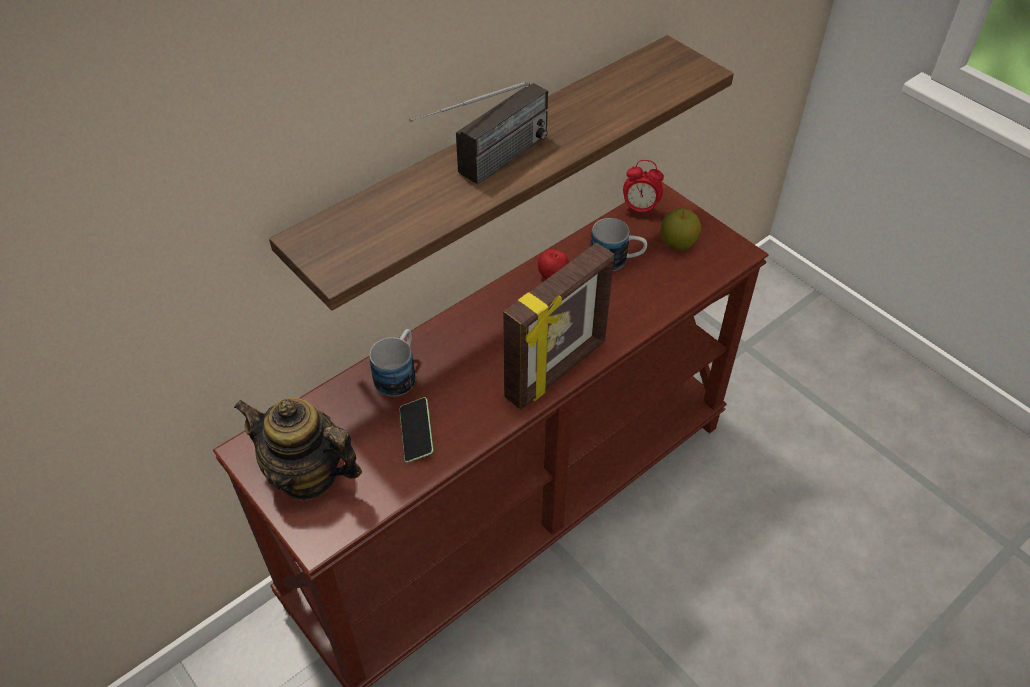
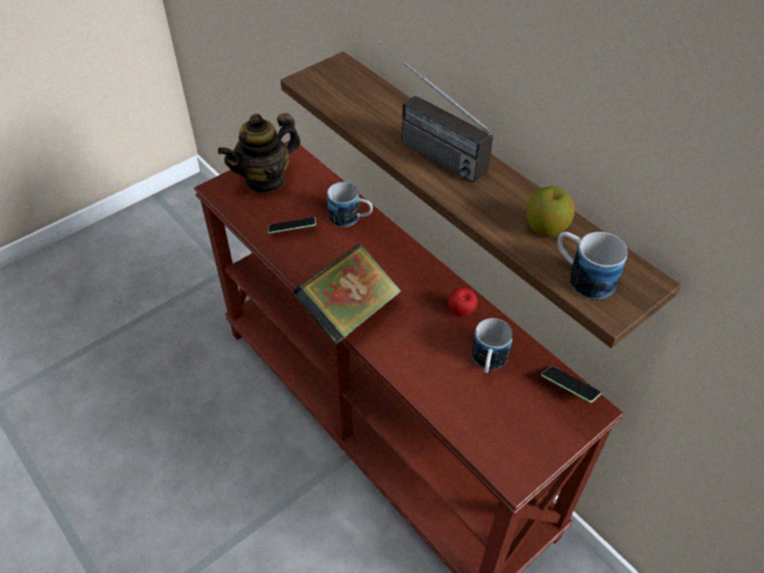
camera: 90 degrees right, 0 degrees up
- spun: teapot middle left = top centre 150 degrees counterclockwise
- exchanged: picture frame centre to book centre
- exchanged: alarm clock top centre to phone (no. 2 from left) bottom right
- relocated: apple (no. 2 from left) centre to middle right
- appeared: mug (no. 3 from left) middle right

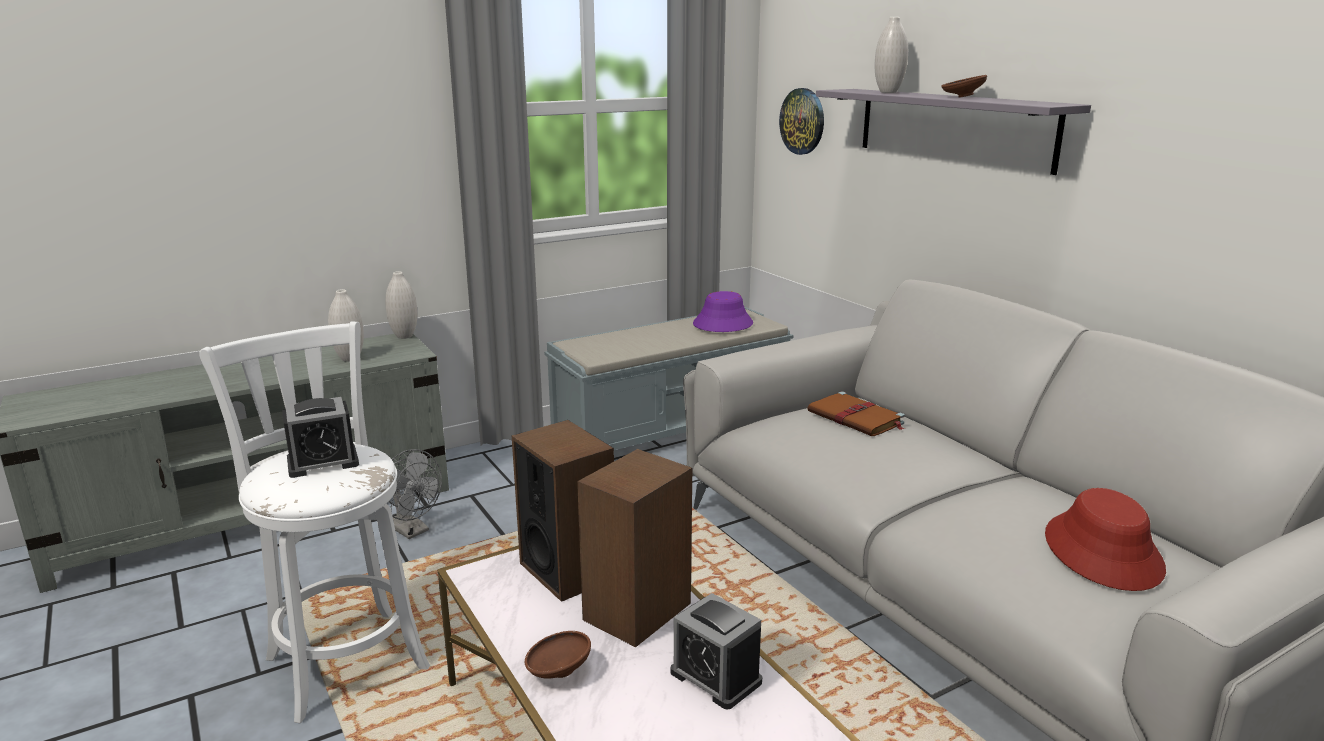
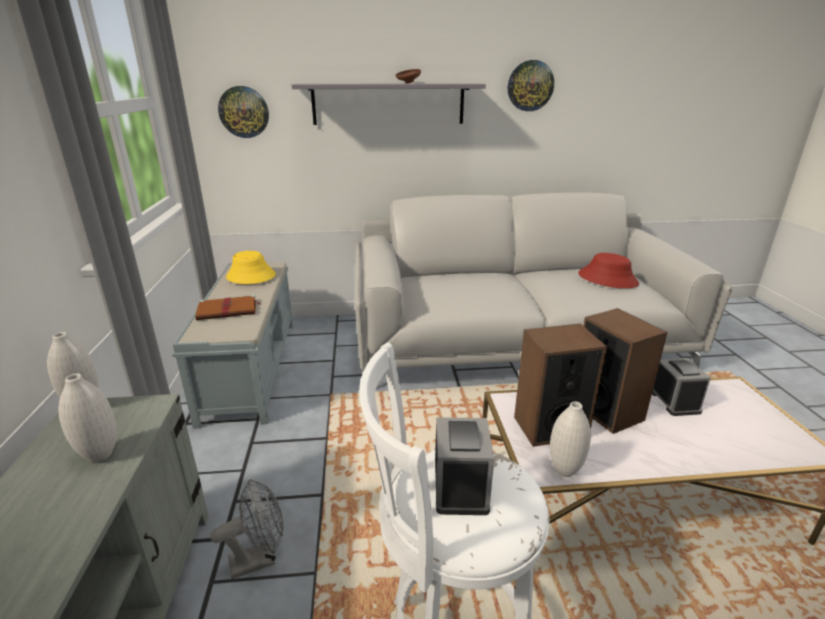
camera: 65 degrees left, 5 degrees up
- missing: brown bowl (no. 1 from left) bottom centre
- spun: alarm clock (no. 2 from left) bottom centre = middle right 75 degrees counterclockwise
- colour: purple hat centre to yellow hat middle left
- relocated: brown book centre to middle left
- relocated: white vase (no. 3 from left) top right to bottom right
- appeared: wall clock (no. 2 from left) top centre

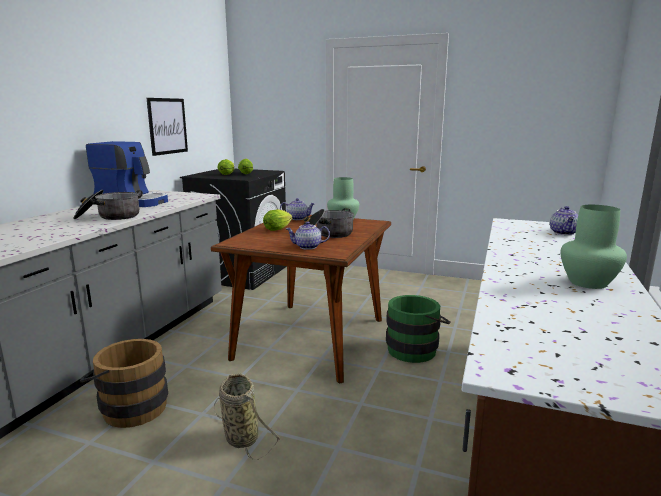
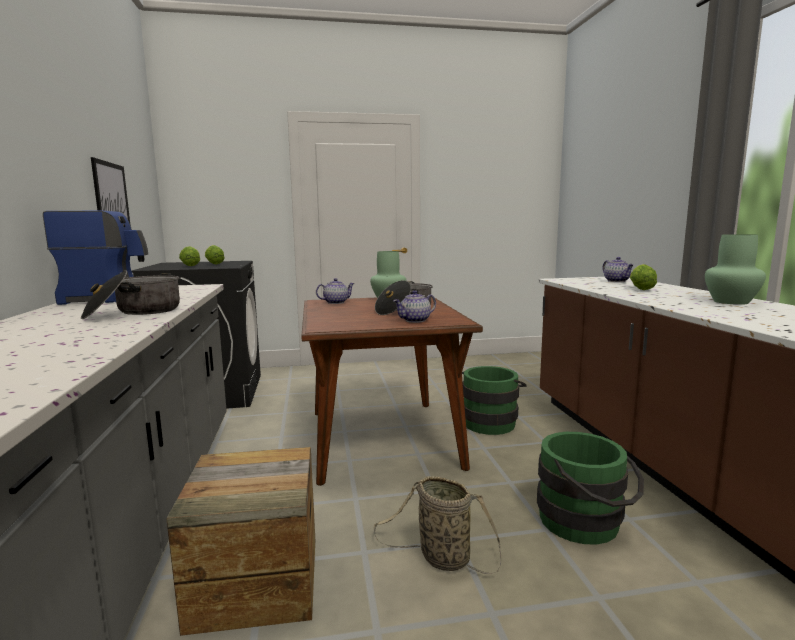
camera: 30 degrees left, 5 degrees down
- exchanged: brown bucket bottom left to crate bottom left
- relocated: lettuce (no. 3 from left) centre to middle right
- appeared: green bucket (no. 2 from left) bottom right

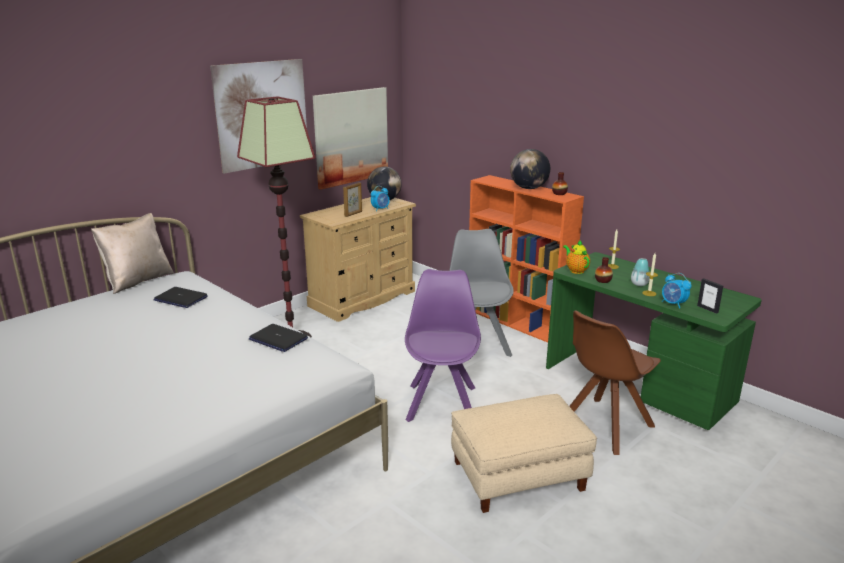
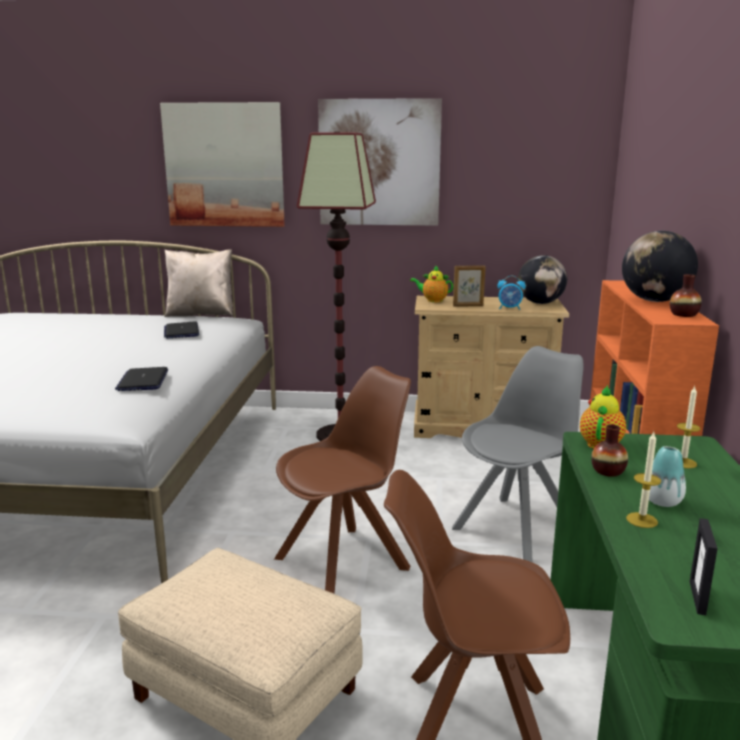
camera: 50 degrees right, 5 degrees down
- relocated: picture (no. 2 from left in the first image) top centre to picture (no. 1 from left) top left
- colour: purple chair centre to brown chair (no. 1 from left) centre
- missing: alarm clock (no. 2 from left) middle right
- appeared: teapot (no. 1 from left) centre

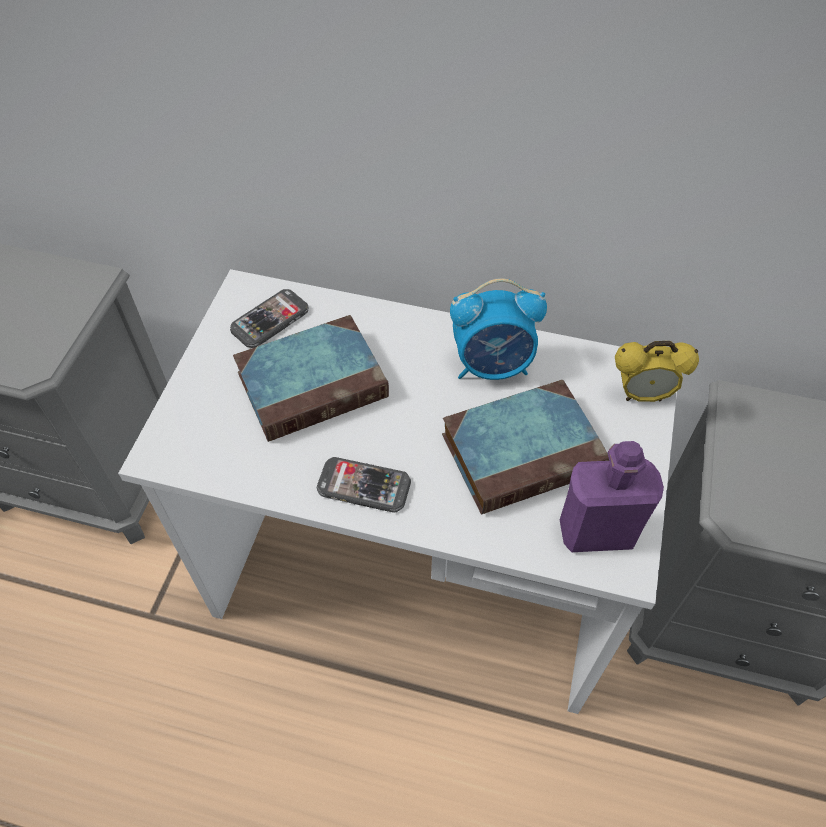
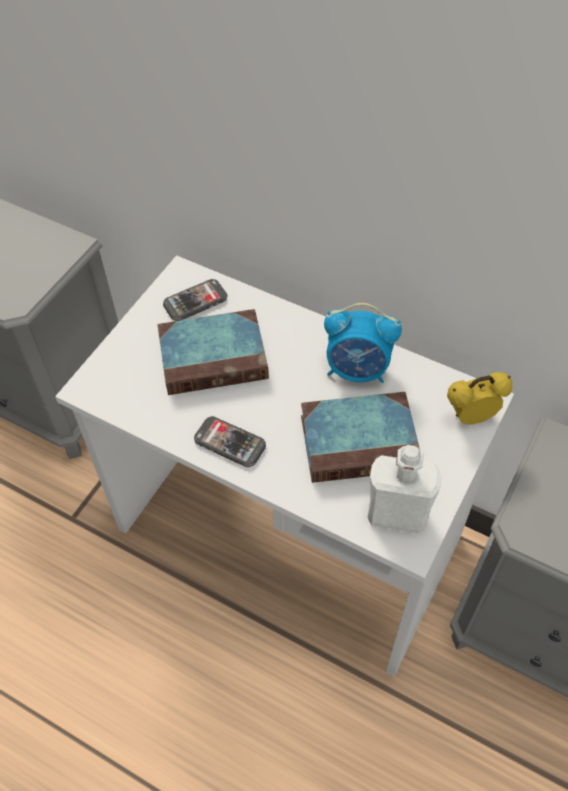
camera: 15 degrees right, 0 degrees up
- colour: purple bottle middle right to white bottle middle right
- spun: alarm clock (no. 2 from left) middle right = middle right 150 degrees clockwise

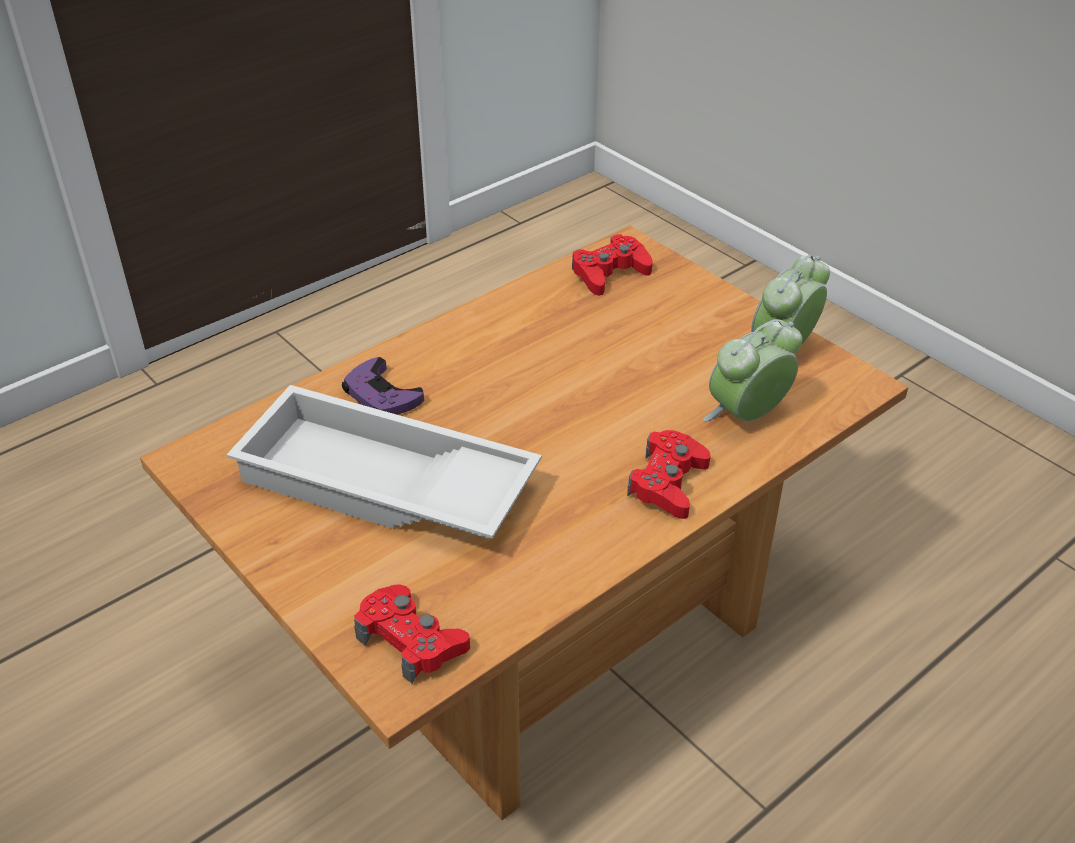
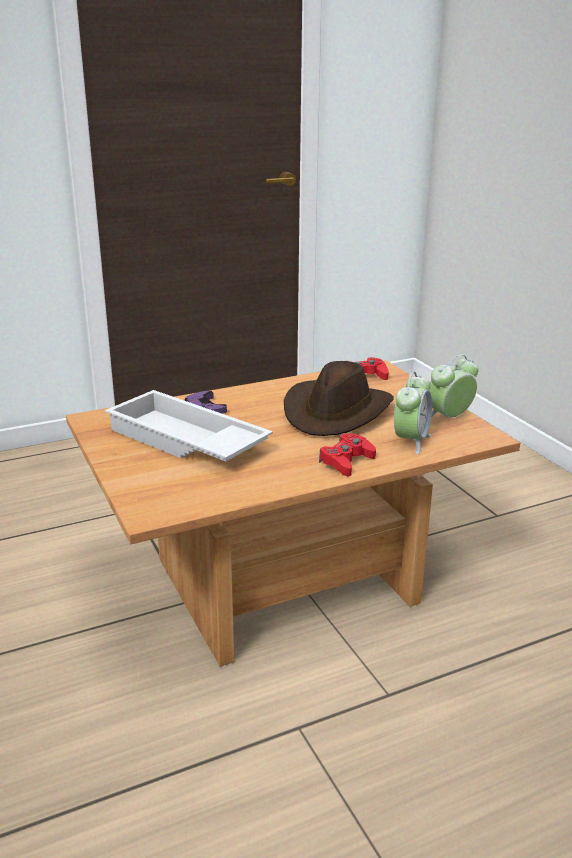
camera: 15 degrees right, 15 degrees down
- missing: red game controller (no. 1 from left) bottom centre
- spun: alarm clock (no. 1 from left) middle right = middle right 135 degrees clockwise
- appeared: brown hat centre

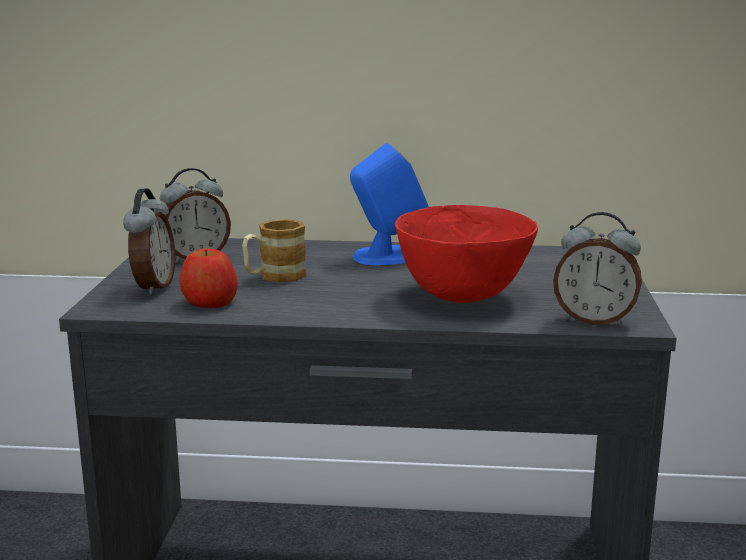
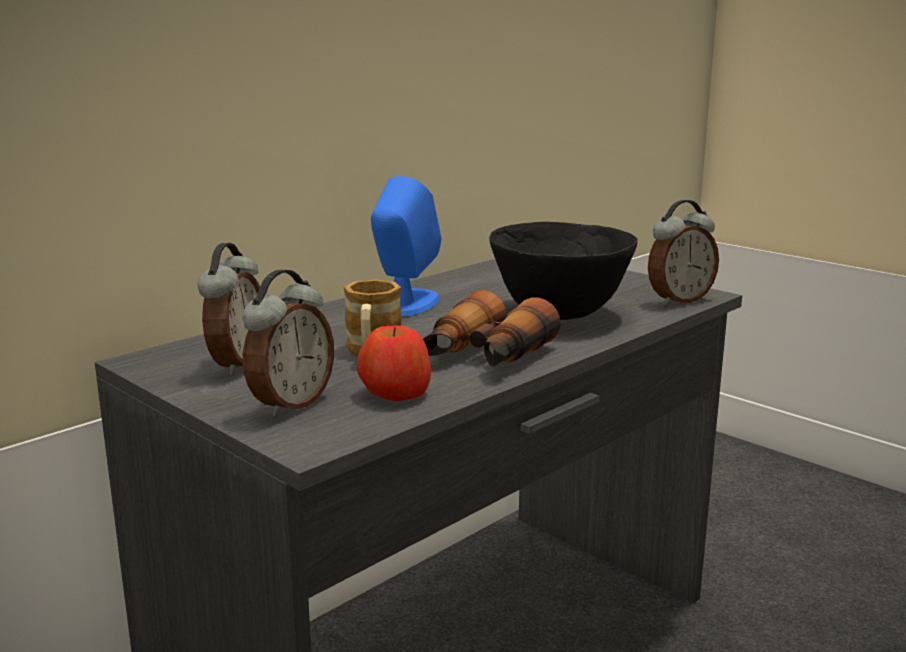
camera: 50 degrees left, 0 degrees up
- spun: alarm clock (no. 1 from left in the first image) middle left = middle left 75 degrees clockwise
- colour: red bowl centre to black bowl centre
- appeared: binoculars centre

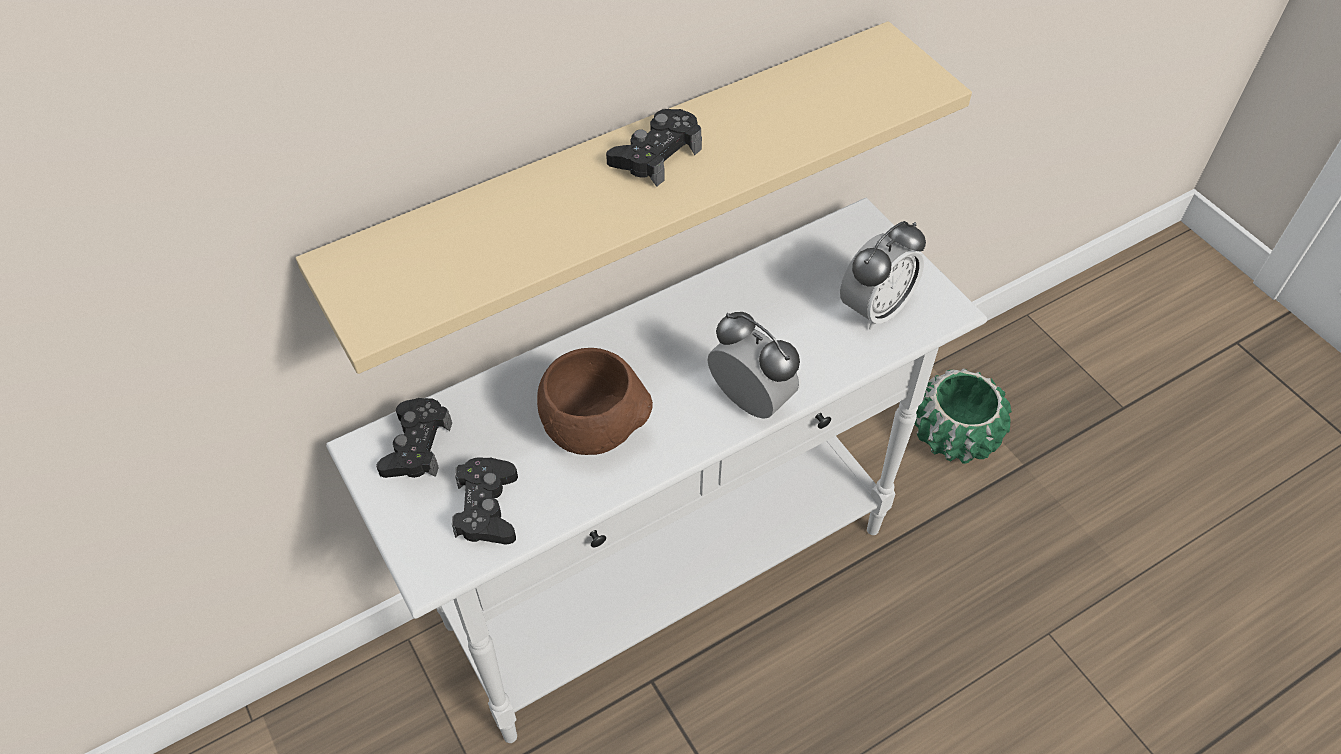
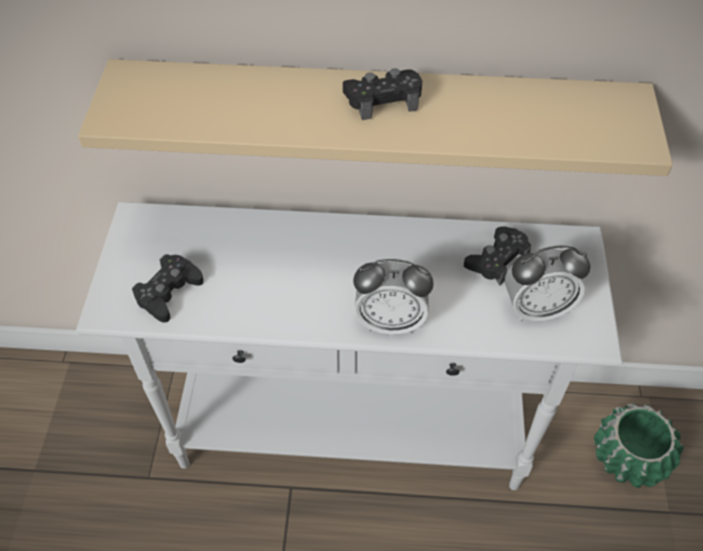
camera: 35 degrees right, 0 degrees up
- relocated: black game controller (no. 1 from left in the first image) middle left to black game controller (no. 3 from left) middle right
- missing: brown bowl centre
- spun: alarm clock (no. 1 from left) centre = centre 105 degrees clockwise

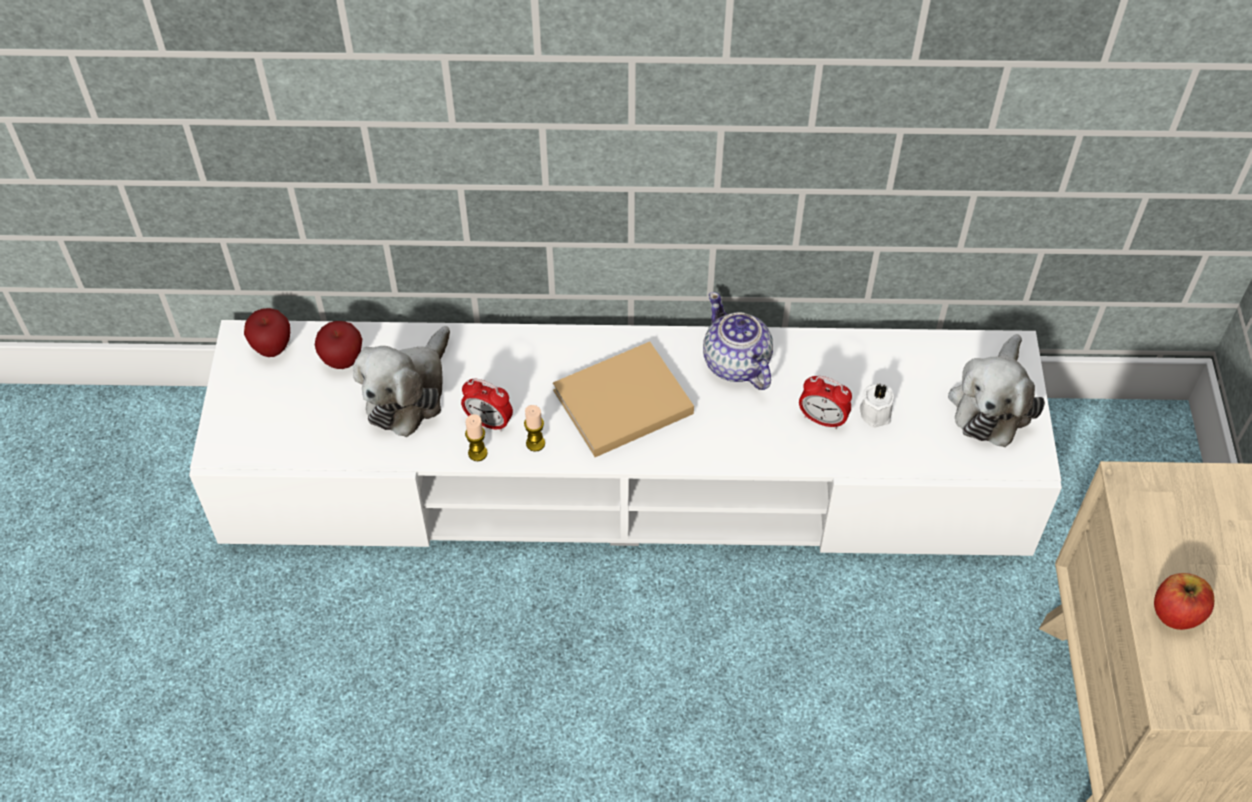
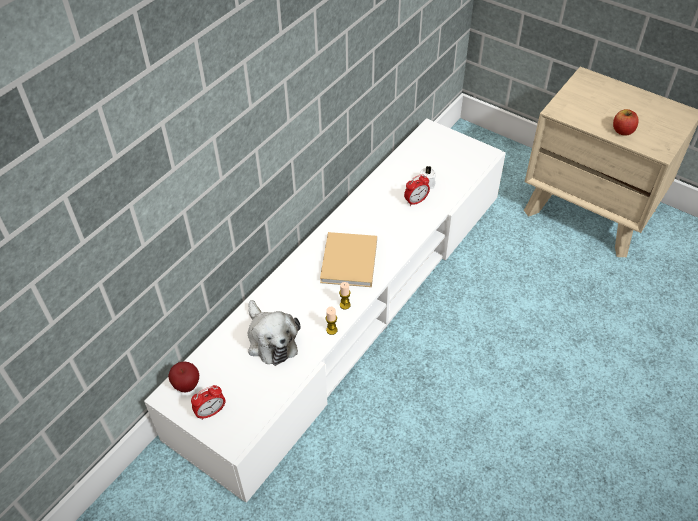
camera: 55 degrees left, 5 degrees down
- missing: apple (no. 2 from left) middle left
- relocated: alarm clock (no. 1 from left) centre to bottom left
- missing: teapot centre
- missing: plush toy (no. 2 from left) middle right

